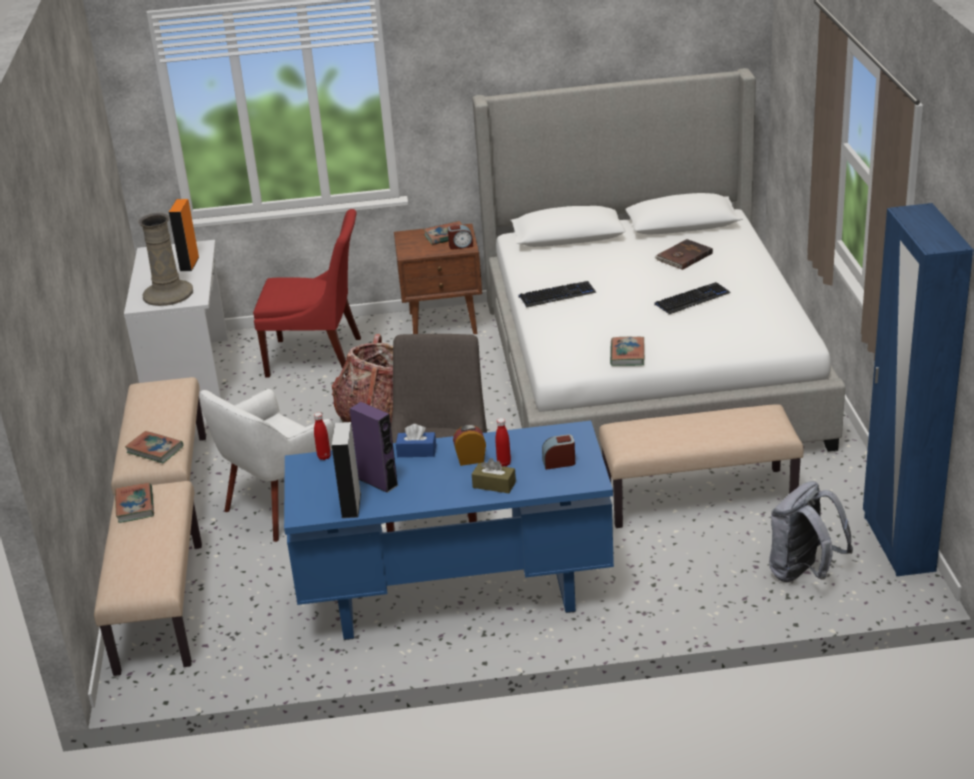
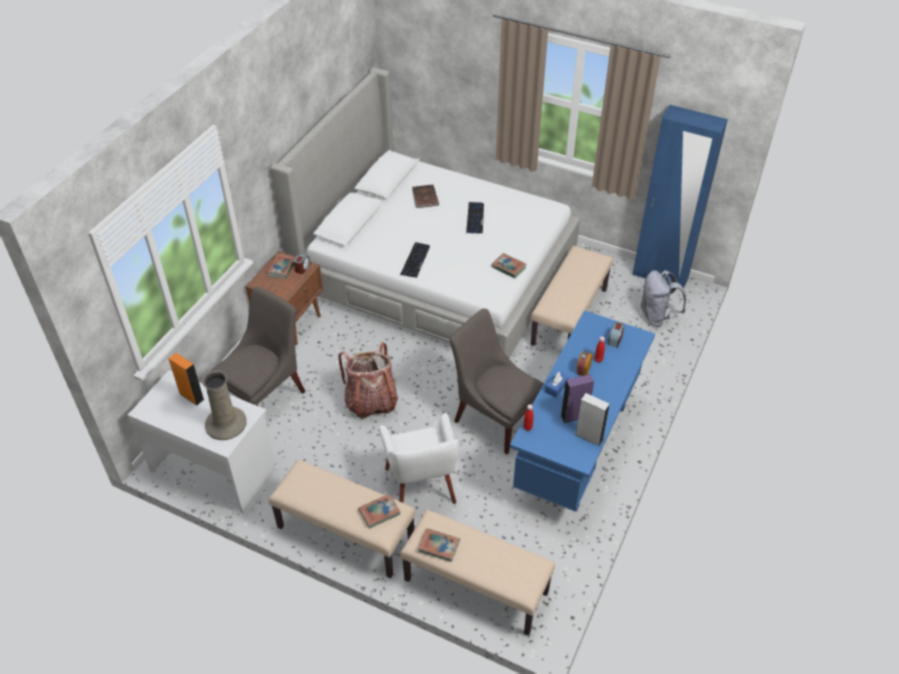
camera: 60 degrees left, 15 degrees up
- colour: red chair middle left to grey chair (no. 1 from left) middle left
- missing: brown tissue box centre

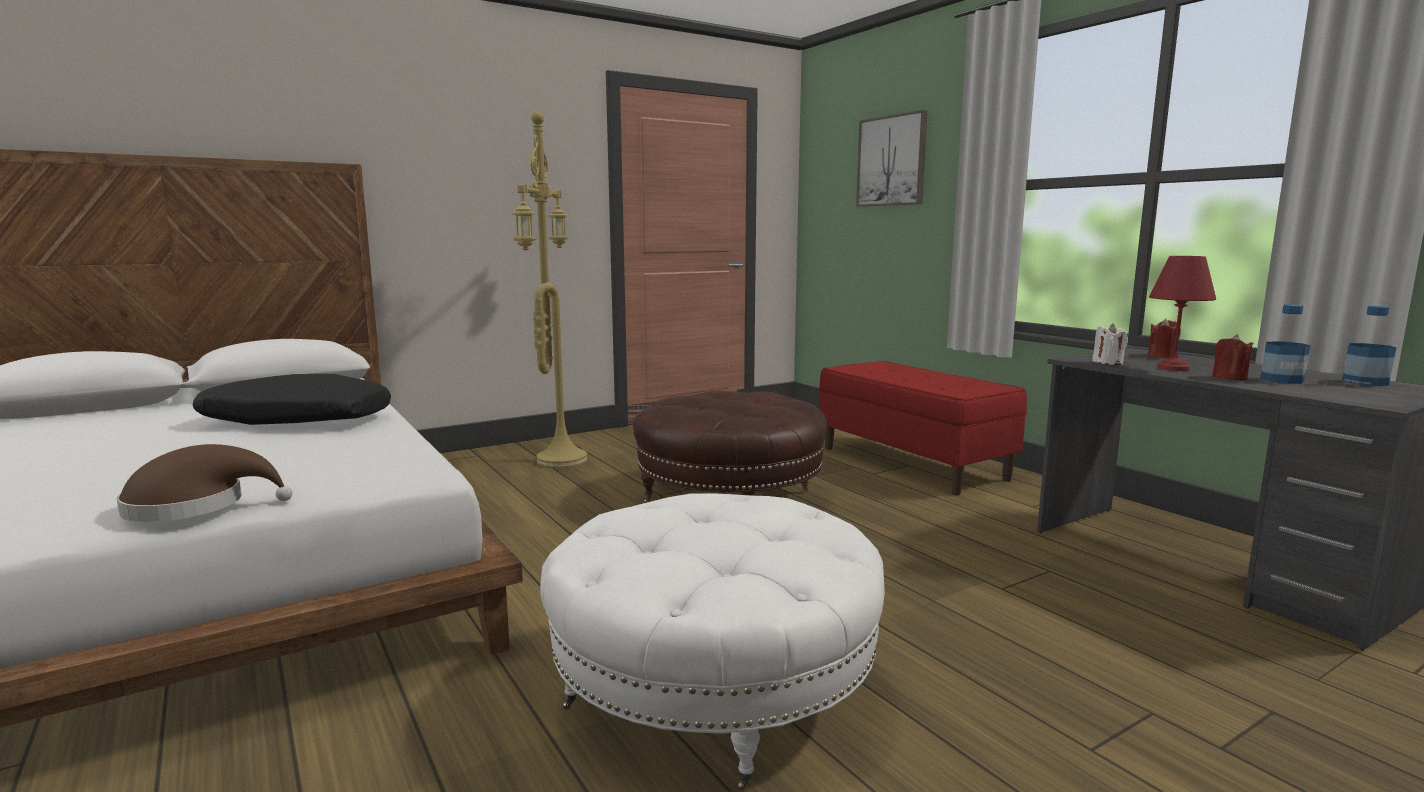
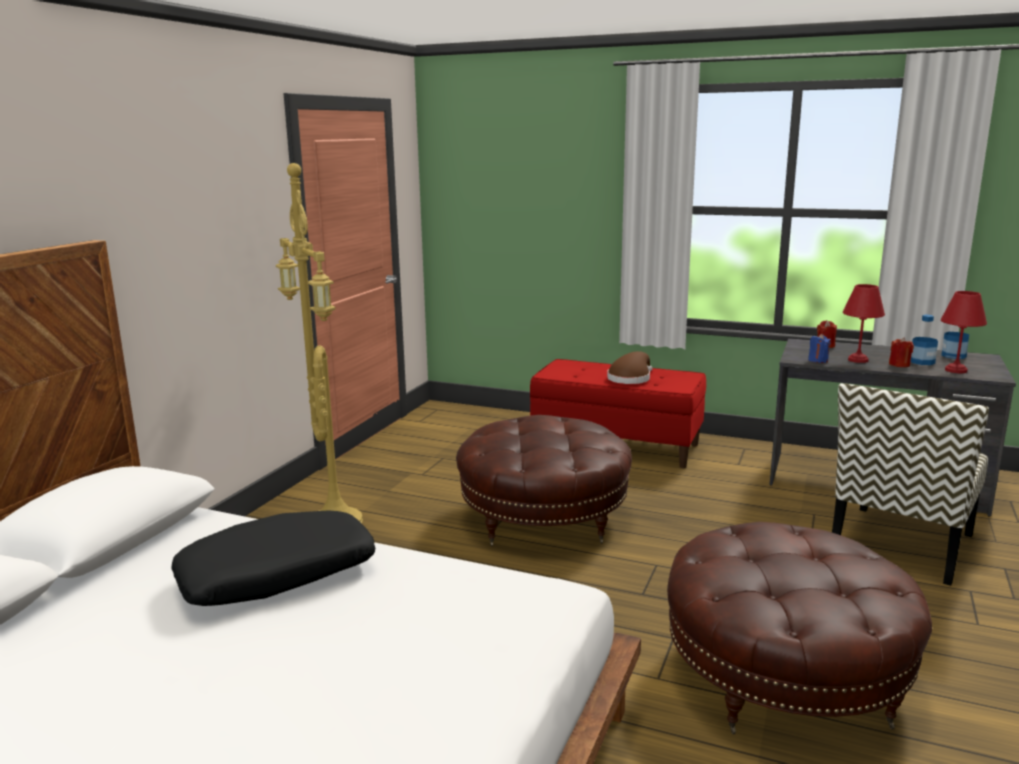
camera: 35 degrees left, 5 degrees up
- relocated: brown hat middle left to centre
- colour: white ottoman bottom centre to brown ottoman (no. 2 from left) bottom right
- missing: picture top centre
- colour: white candle middle right to blue candle middle right
- appeared: chair middle right
- appeared: red table lamp (no. 2 from left) middle right

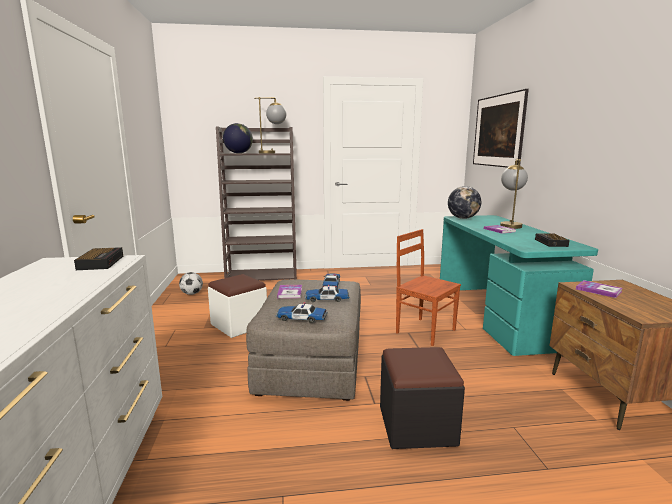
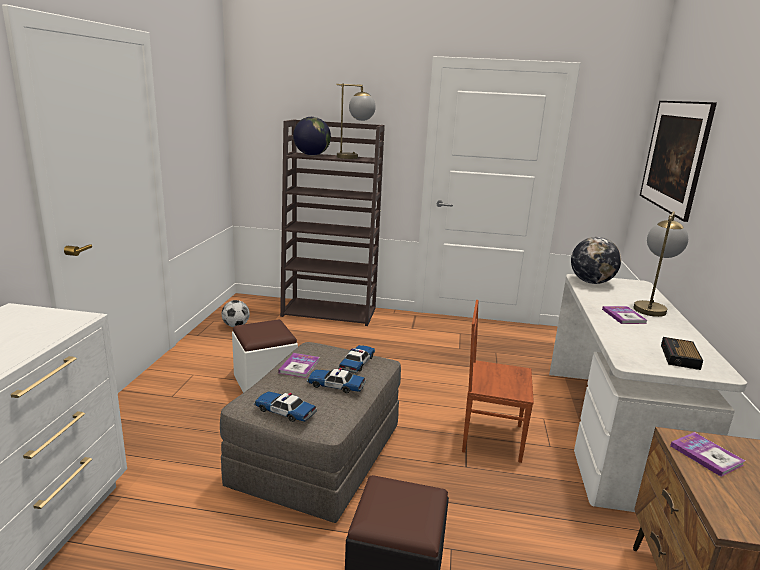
camera: 15 degrees right, 5 degrees up
- missing: alarm clock (no. 1 from left) middle left
- spun: brown chair centre = bottom centre 45 degrees counterclockwise
- colour: turquoise desk middle right to white desk bottom right

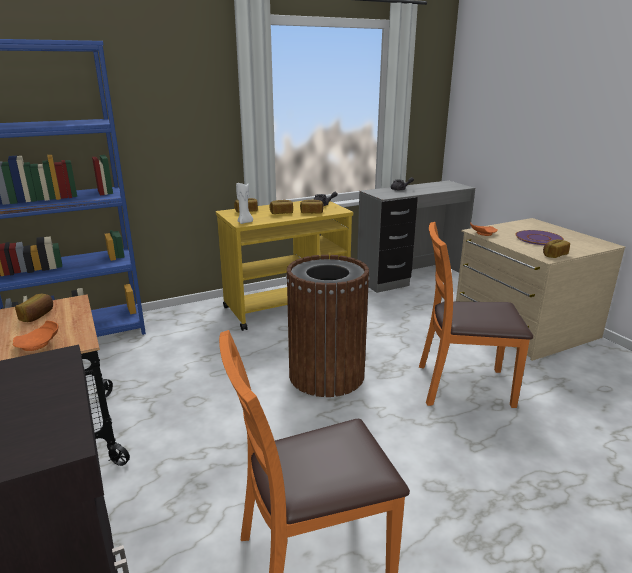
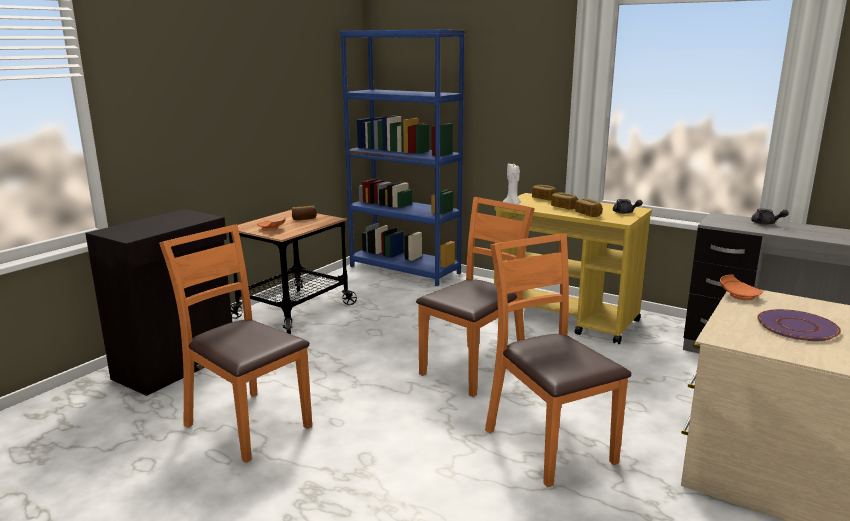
camera: 60 degrees right, 5 degrees down
- exchanged: brown trash can centre to orange chair (no. 2 from left) centre
- missing: bread (no. 5 from left) middle right

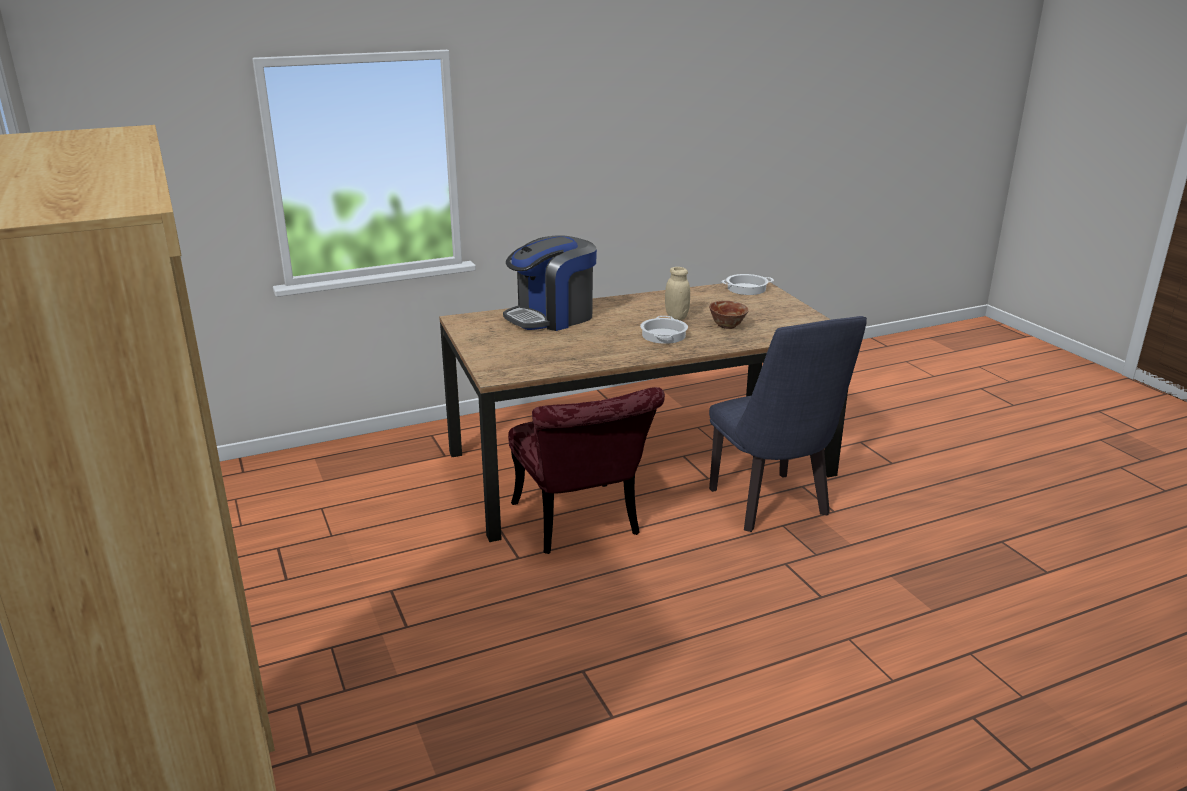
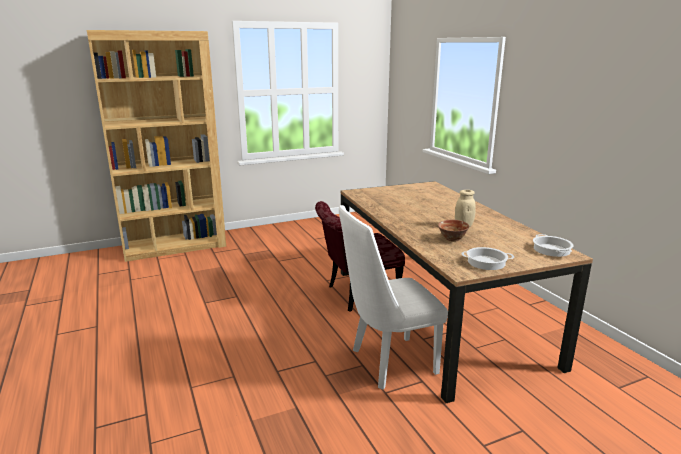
camera: 90 degrees right, 5 degrees down
- missing: coffee machine centre
- relocated: cooking pot (no. 1 from left) centre to middle right
- colour: blue chair centre to white chair centre

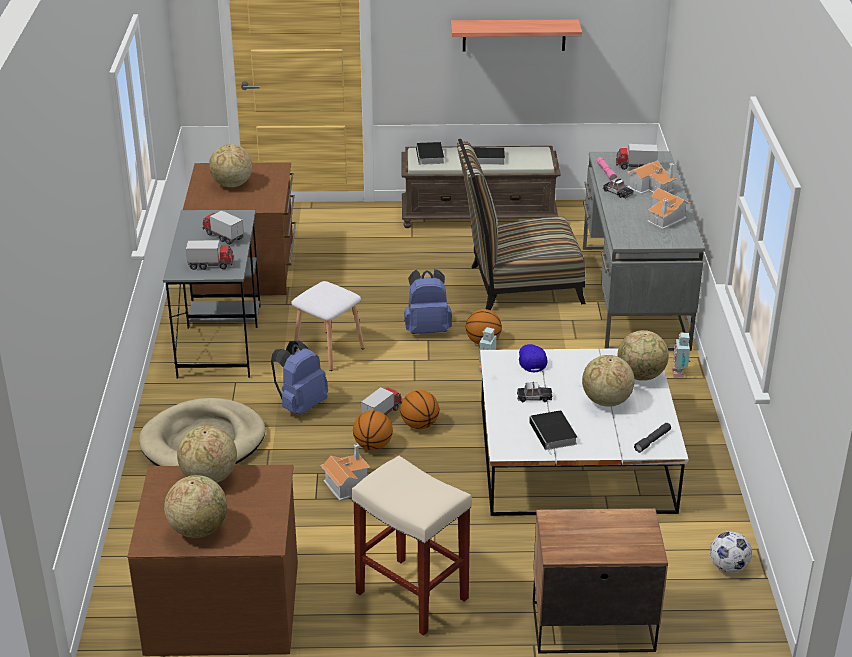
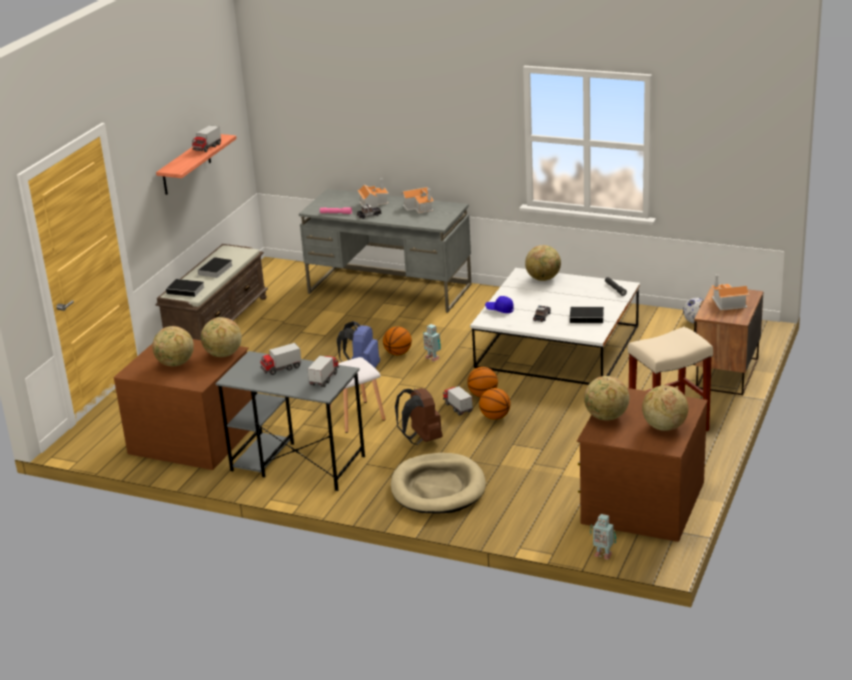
camera: 65 degrees left, 5 degrees down
- colour: blue backpack (no. 1 from left) centre to brown backpack centre
- relocated: toy house (no. 1 from left in the first image) bottom centre to toy house (no. 3 from left) middle right
- missing: chair centre
- relocated: globe (no. 4 from left in the first image) middle right to globe (no. 2 from left) middle left
- relocated: toy truck (no. 4 from left in the first image) top right to toy truck (no. 1 from left) top left
- relocated: toy robot (no. 2 from left) middle right to bottom right

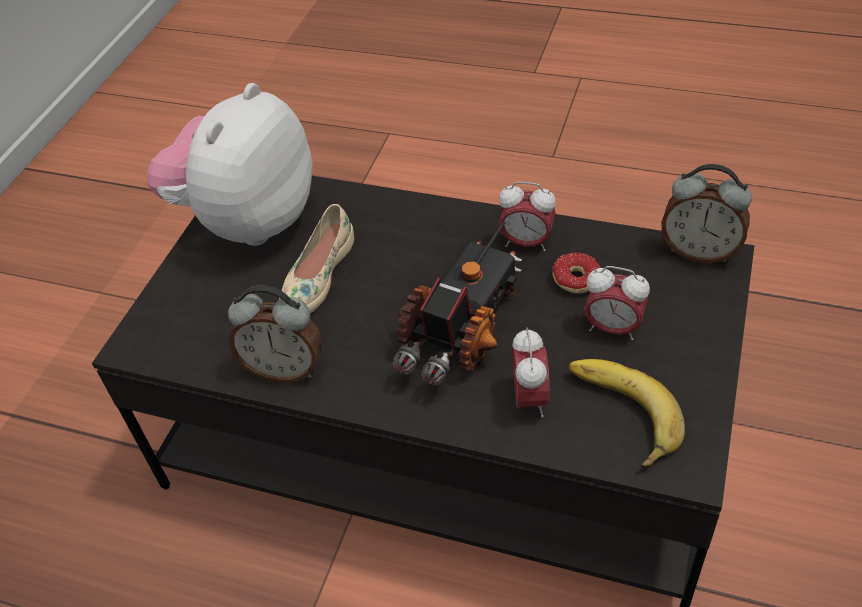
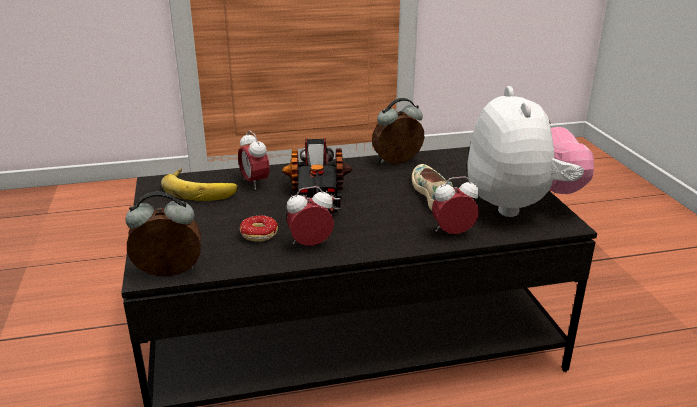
camera: 145 degrees right, 20 degrees down
- relocated: alarm clock (no. 4 from left in the first image) middle right to alarm clock (no. 5 from left) centre

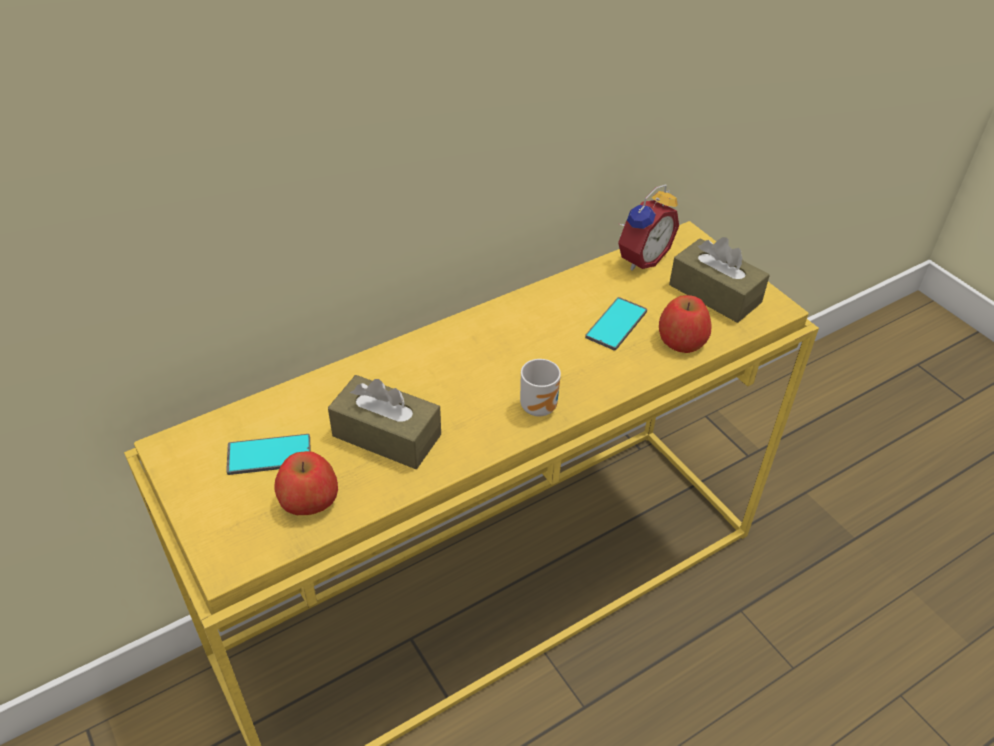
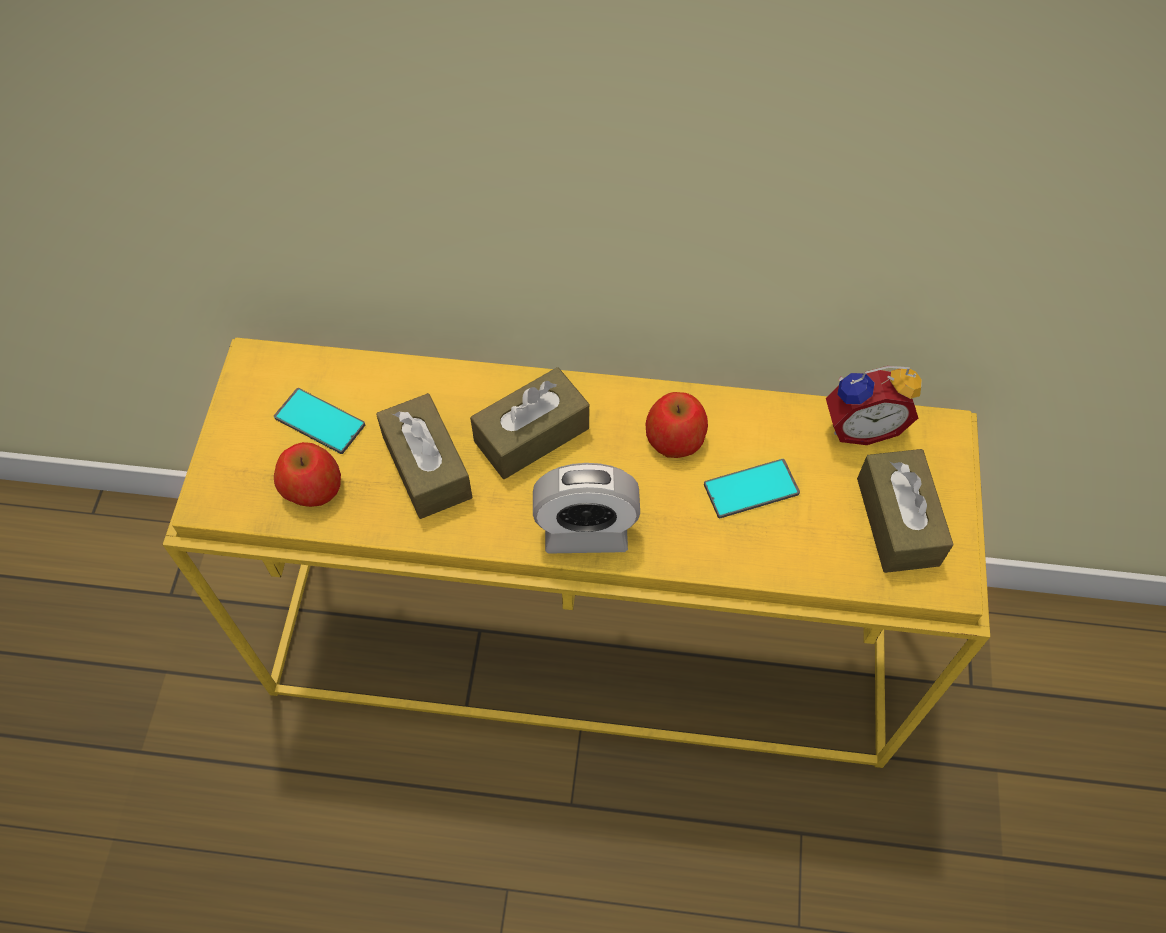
camera: 40 degrees right, 15 degrees up
- exchanged: mug centre to alarm clock (no. 1 from left) centre
- relocated: apple (no. 2 from left) middle right to centre
- appeared: brown tissue box (no. 2 from left) centre

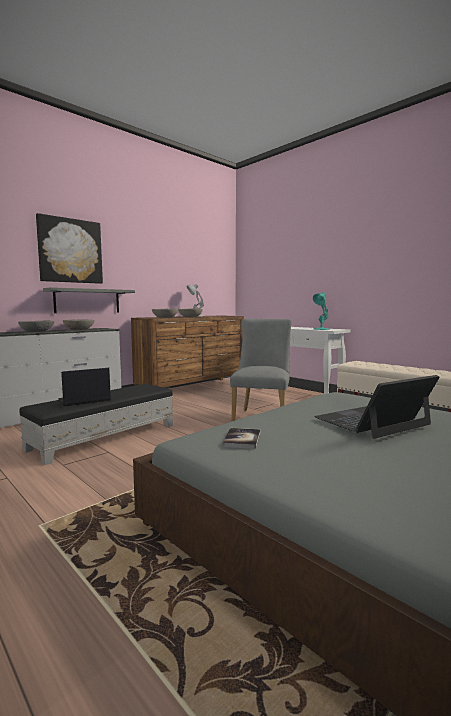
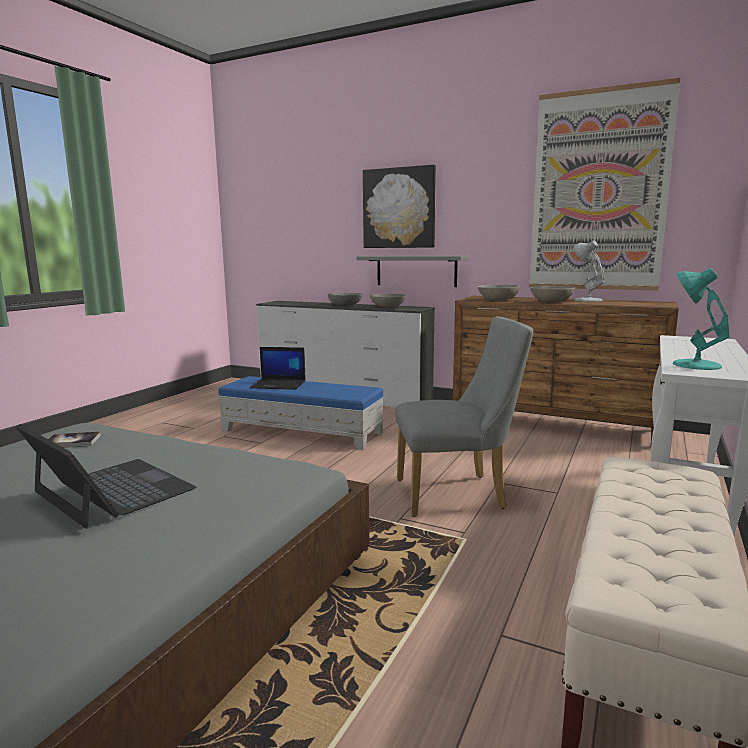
camera: 70 degrees right, 5 degrees up
- colour: black ottoman middle left to blue ottoman centre
- spun: laptop (no. 1 from left in the first image) middle left = centre 150 degrees clockwise
- appeared: picture (no. 2 from left) top right

